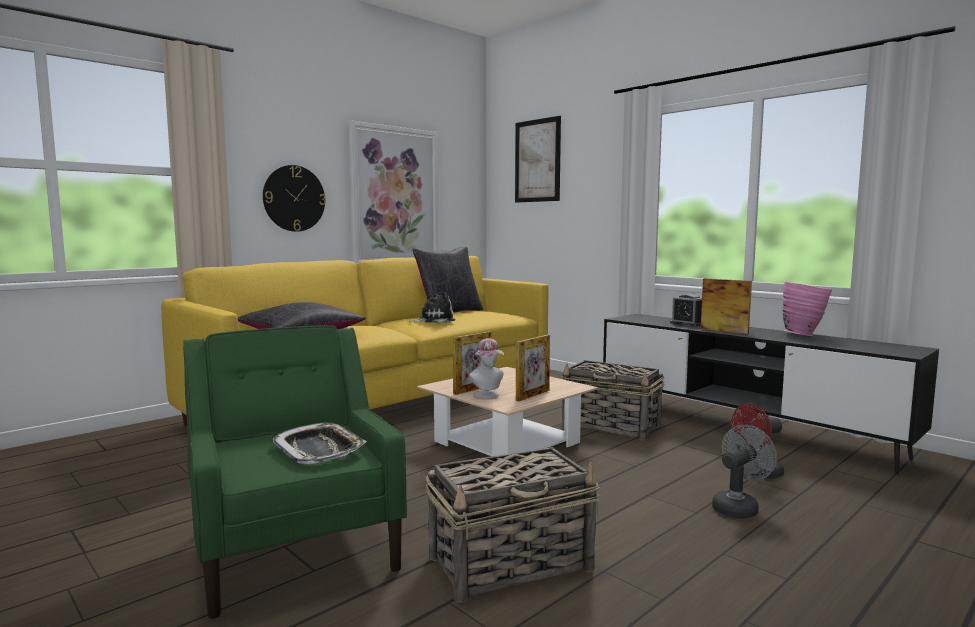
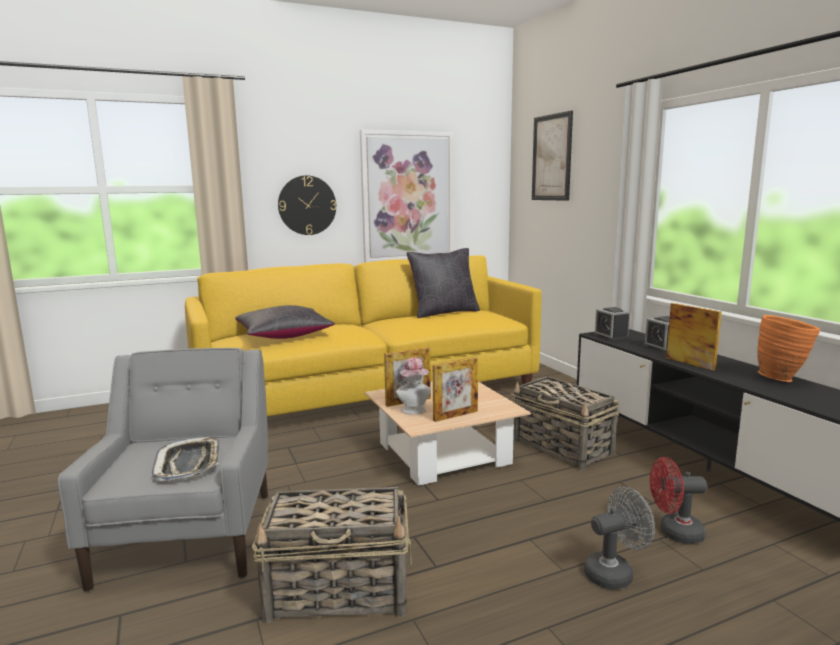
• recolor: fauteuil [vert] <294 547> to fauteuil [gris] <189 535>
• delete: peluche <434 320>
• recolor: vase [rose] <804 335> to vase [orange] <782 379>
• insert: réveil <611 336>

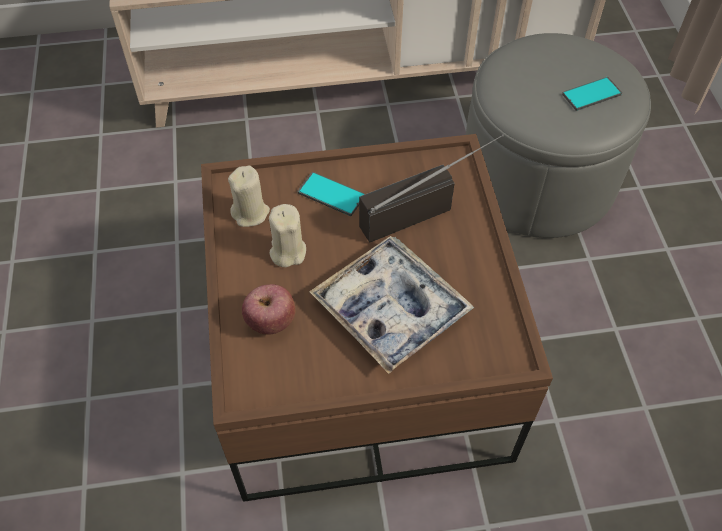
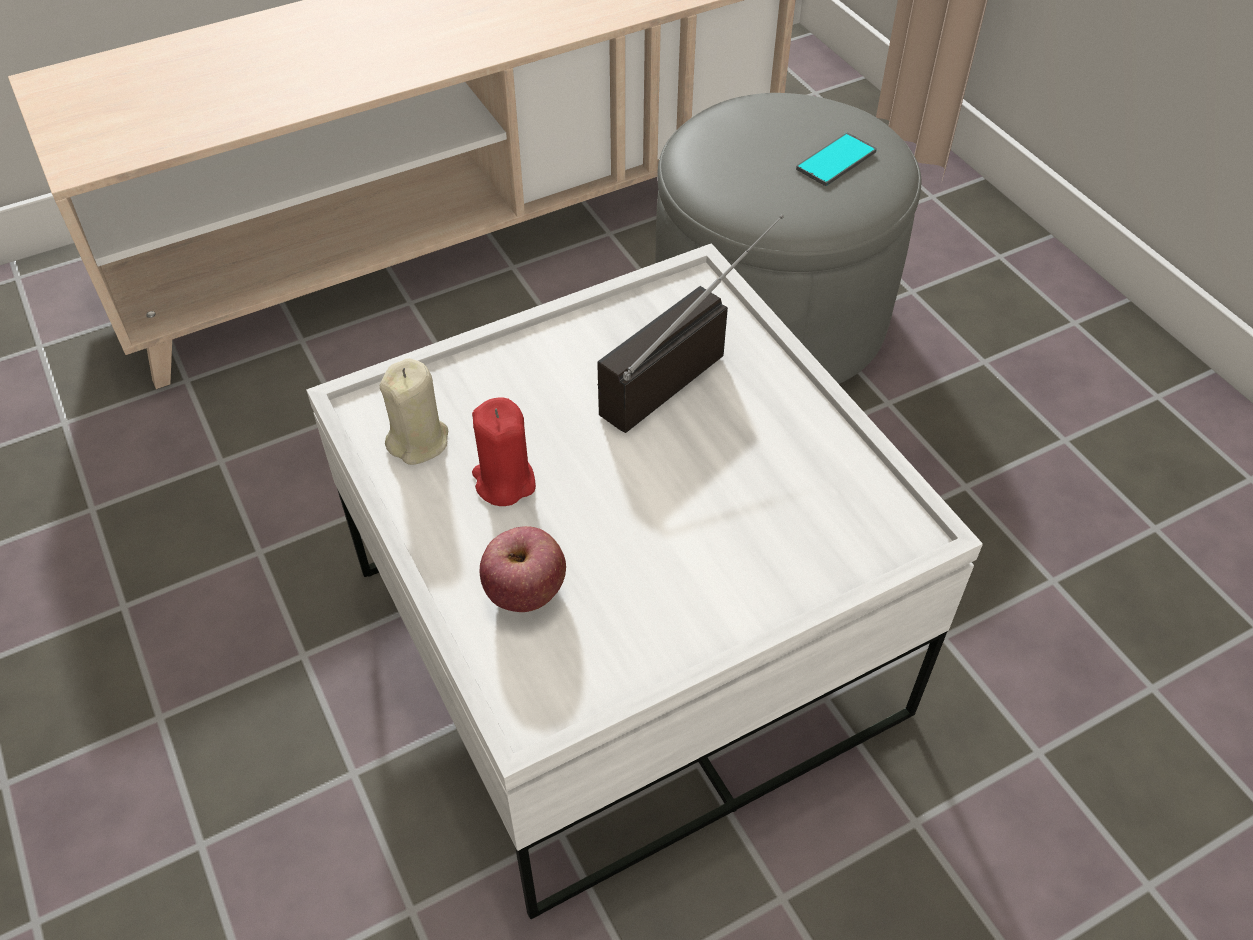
• recolor: table basse [marron] <361 360> to table basse [blanc] <627 641>
• recolor: bougie [beige] <287 252> to bougie [rouge] <504 481>
• delete: téléphone <331 194>
• delete: plateau <390 309>

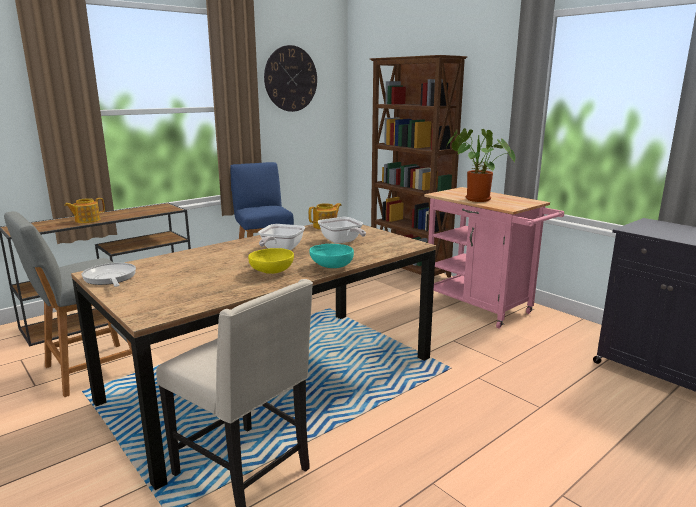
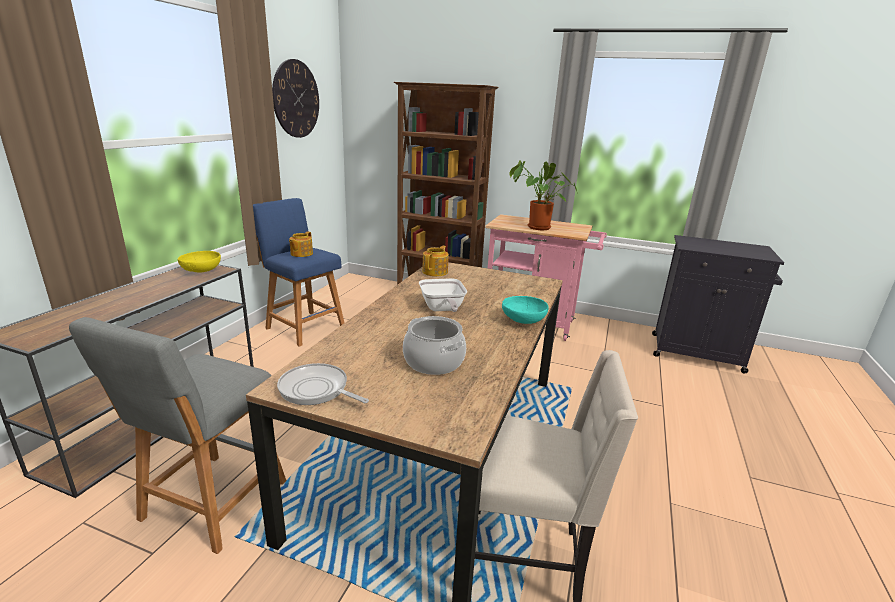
• move: théière <87 220> to <301 254>
• move: bol [jaune] <271 272> to <201 271>
• delete: poêle <342 242>
• insert: marmite <434 361>

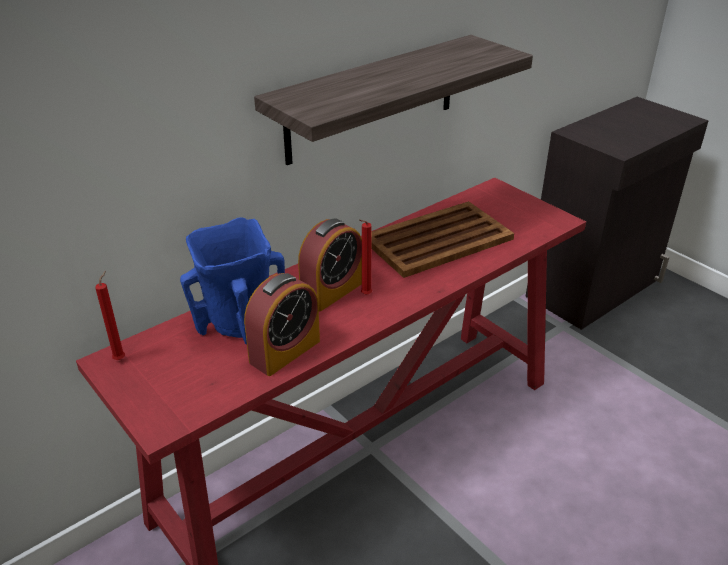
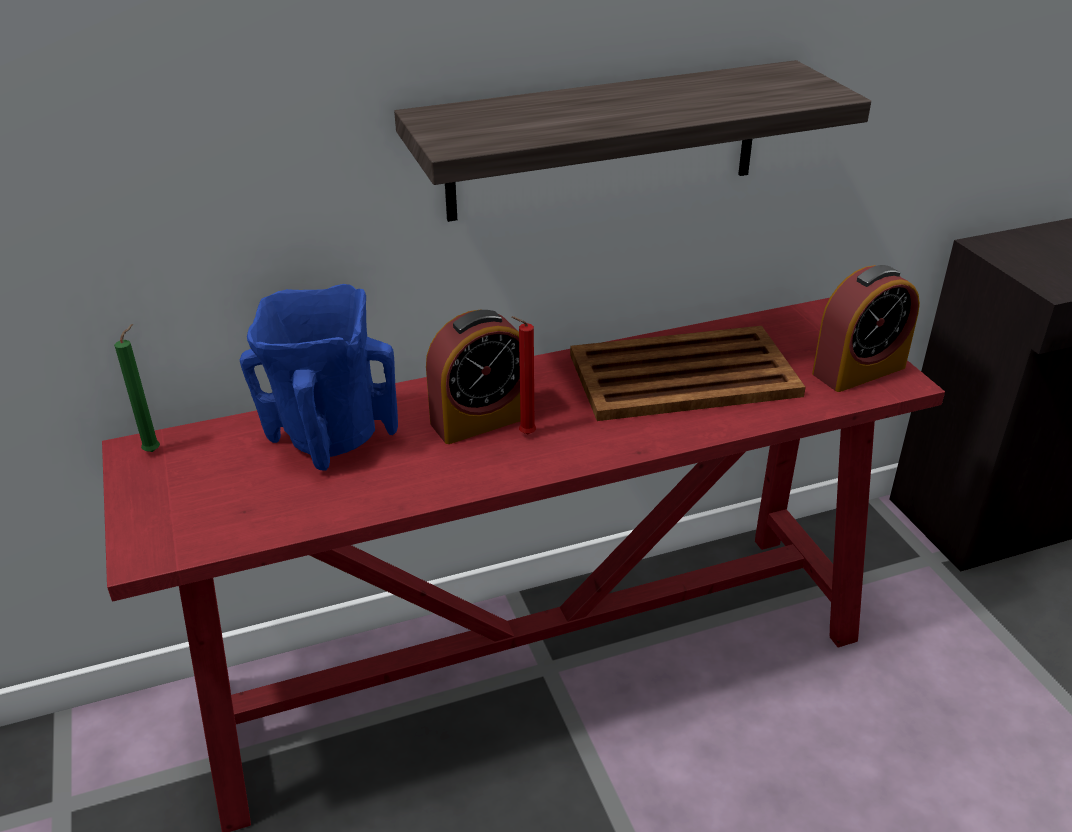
• recolor: bougie [rouge] <121 358> to bougie [vert] <155 450>
• move: réveil <285 351> to <858 370>

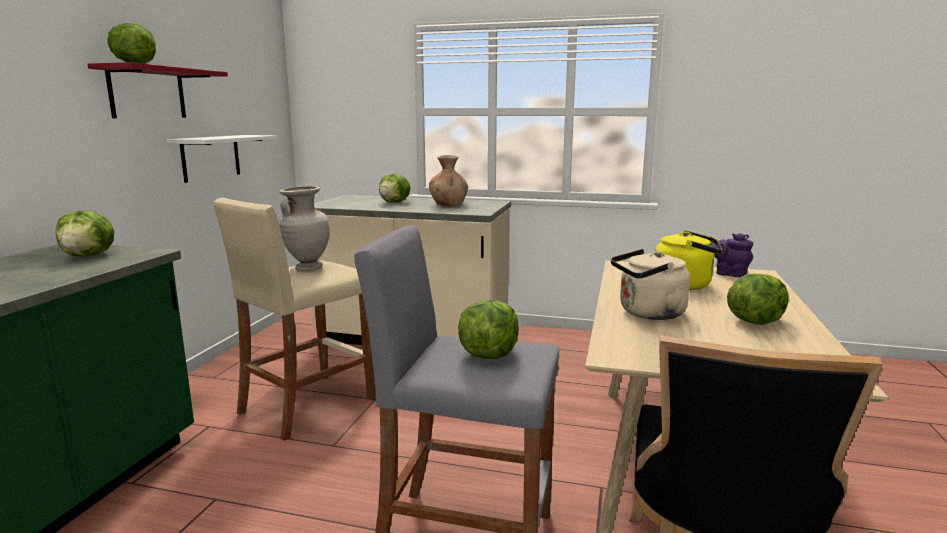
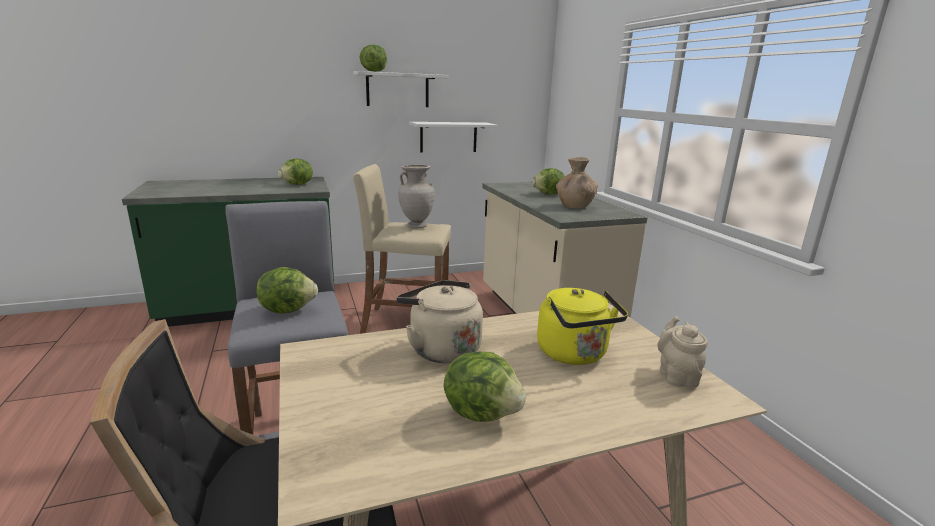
• recolor: étagère [rouge] <147 93> to étagère [blanc] <397 90>
• recolor: théière [violet] <728 273> to théière [beige] <676 375>

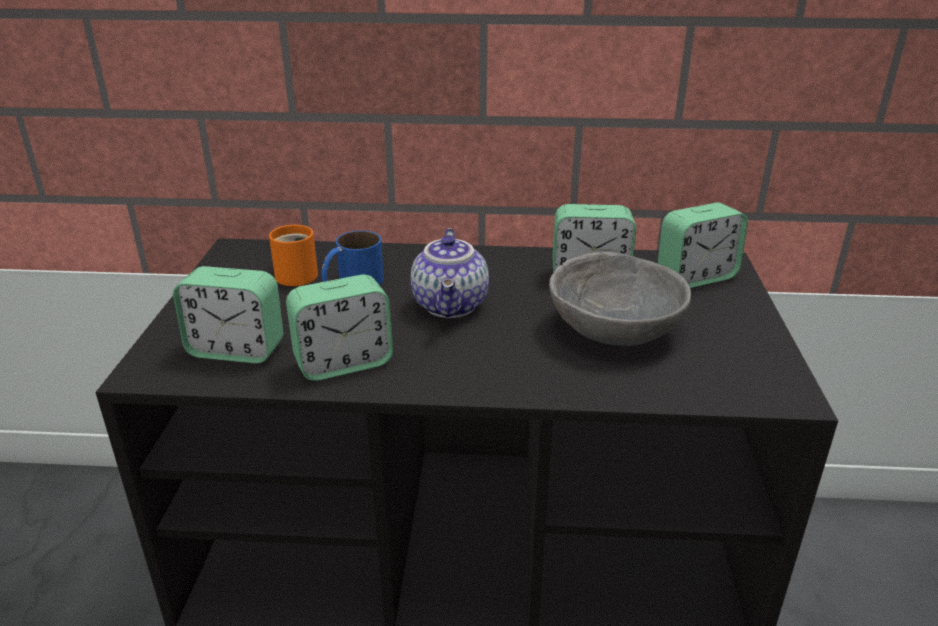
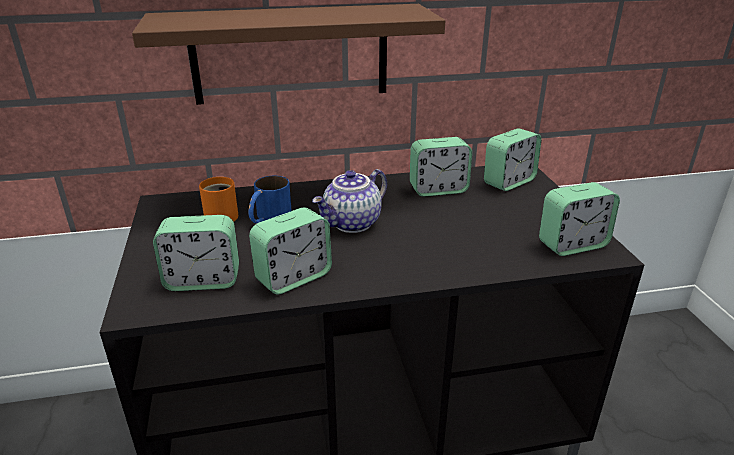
• rotate: théière <452 306> = <352 224> 60 degrees clockwise
• delete: bol [gris] <614 327>
• insert: étagère [marron] <290 54>
• insert: réveil <572 244>

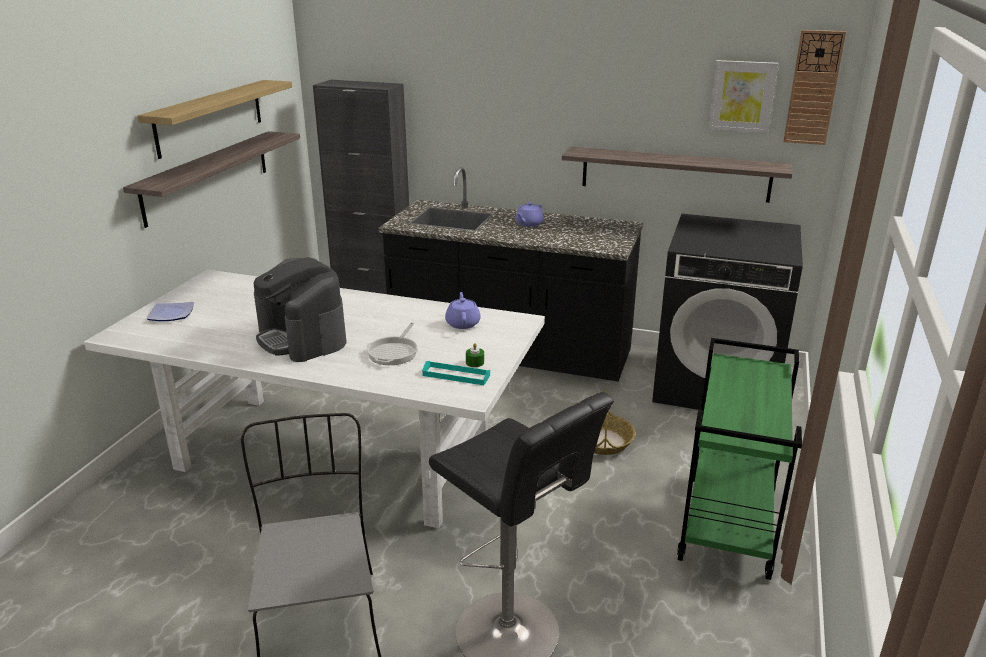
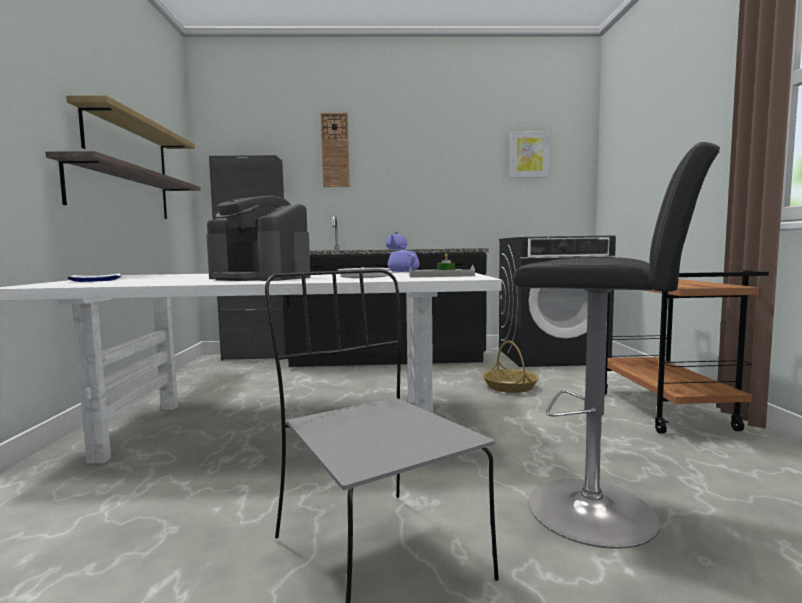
• recolor: plateau [turquoise] <456 375> to plateau [gris] <441 276>
• delete: étagère <675 174>
• recolor: chariot [vert] <728 526> to chariot [marron] <664 411>
• move: horloge murale <813 88> to <335 150>

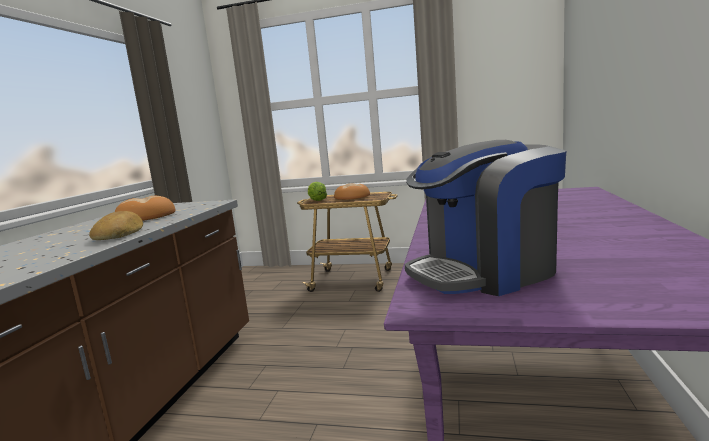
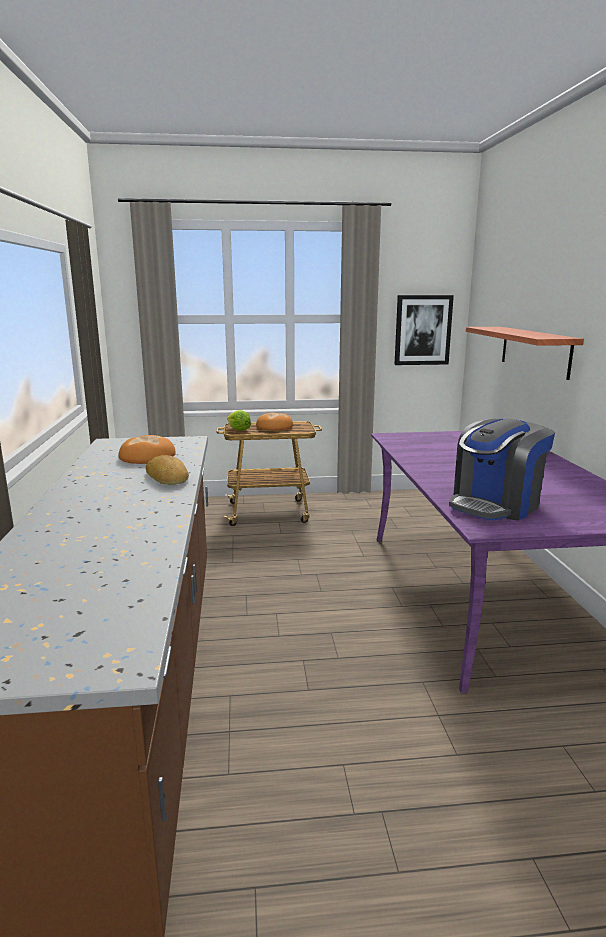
• insert: tableau <423 330>
• insert: étagère <534 350>

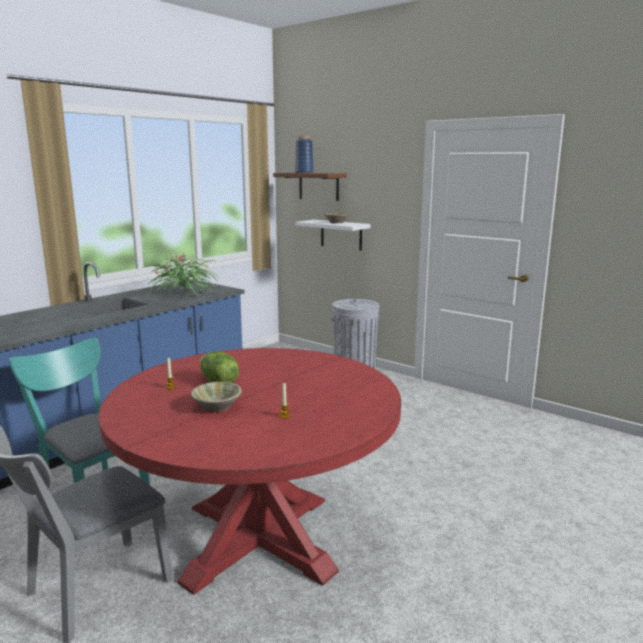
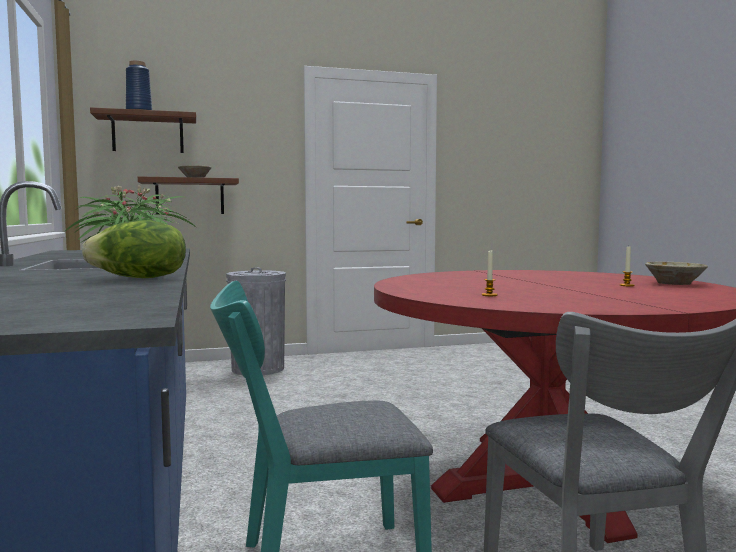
• move: bol [beige] <217 407> to <675 283>
• move: laitue <218 382> to <139 278>
• recolor: étagère [blanc] <341 235> to étagère [marron] <190 196>

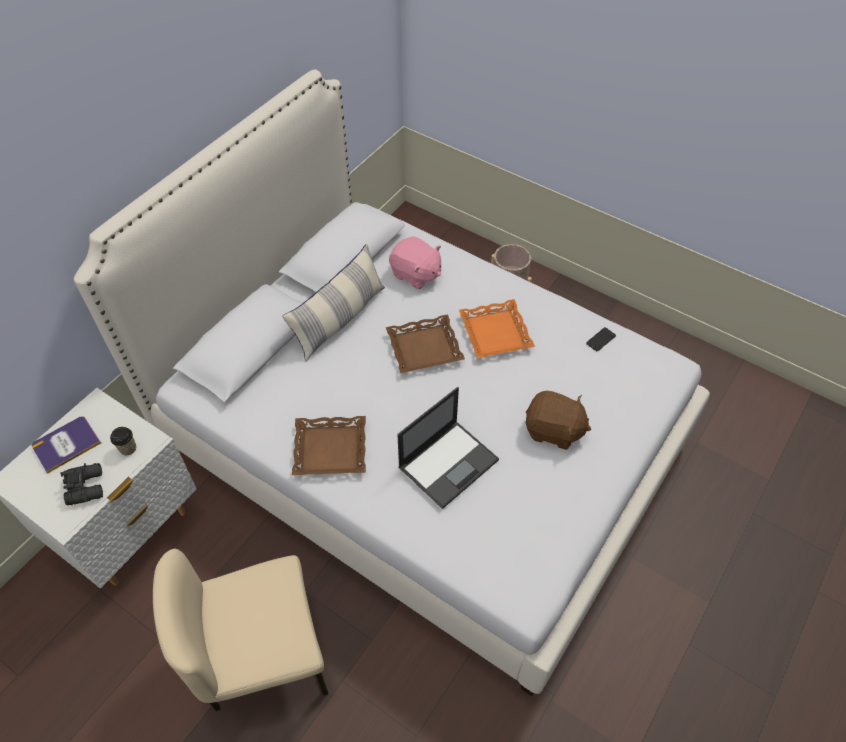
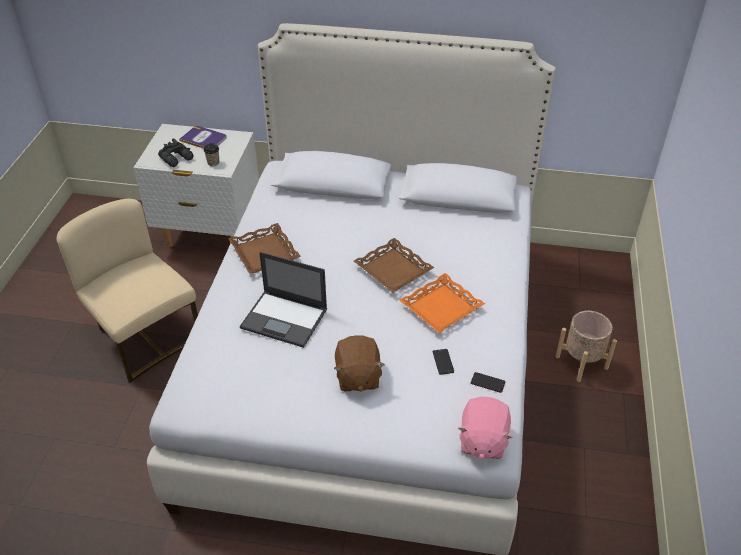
• delete: coussin <340 319>
• move: peluche [rose] <415 274> to <482 440>
• insert: téléphone <443 362>

